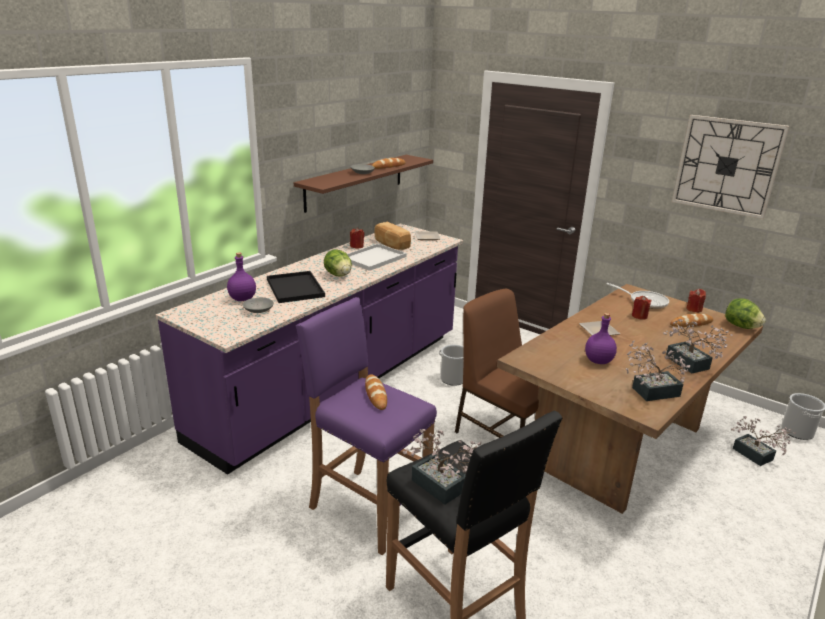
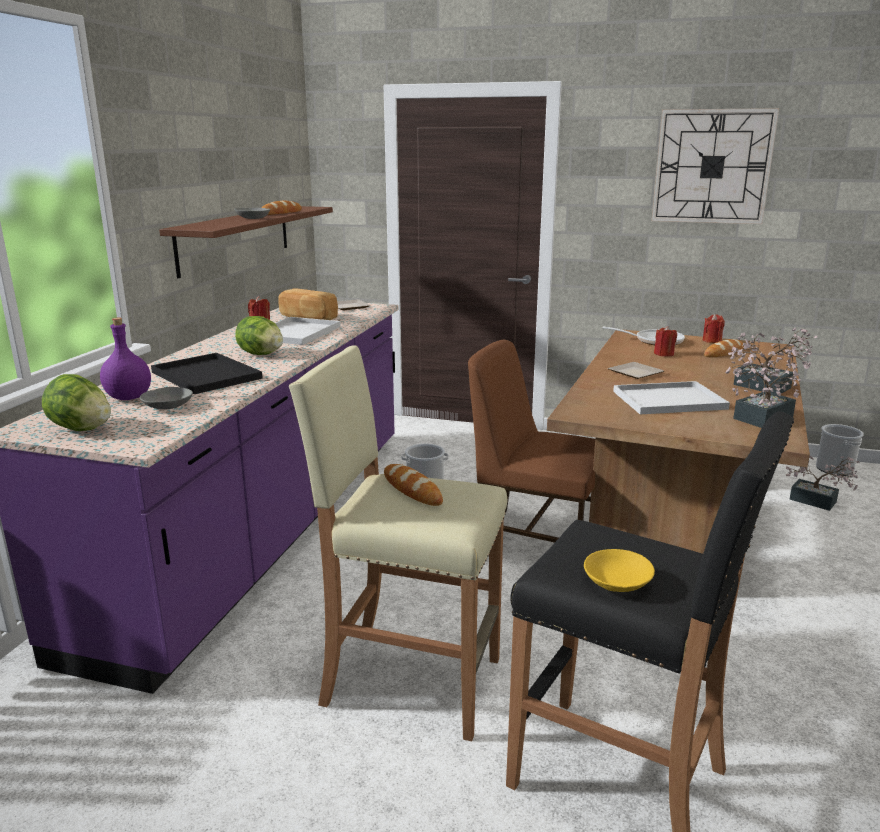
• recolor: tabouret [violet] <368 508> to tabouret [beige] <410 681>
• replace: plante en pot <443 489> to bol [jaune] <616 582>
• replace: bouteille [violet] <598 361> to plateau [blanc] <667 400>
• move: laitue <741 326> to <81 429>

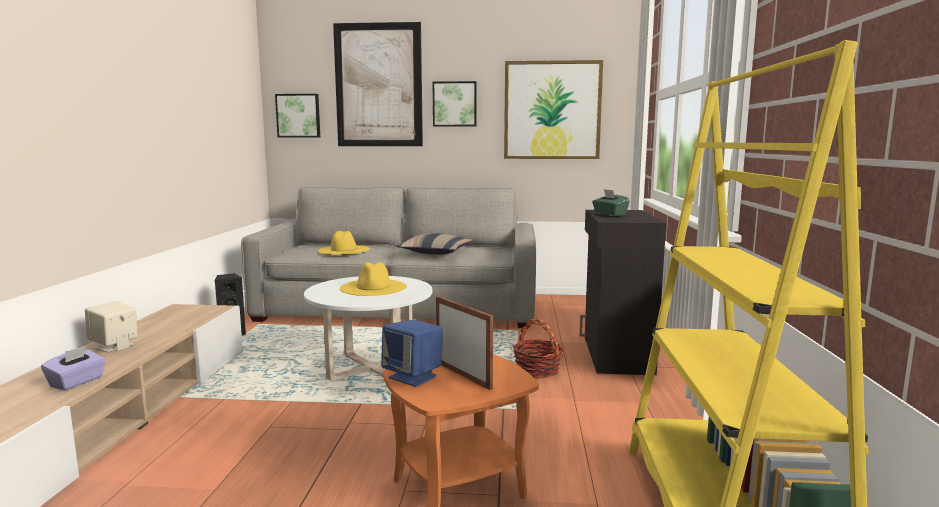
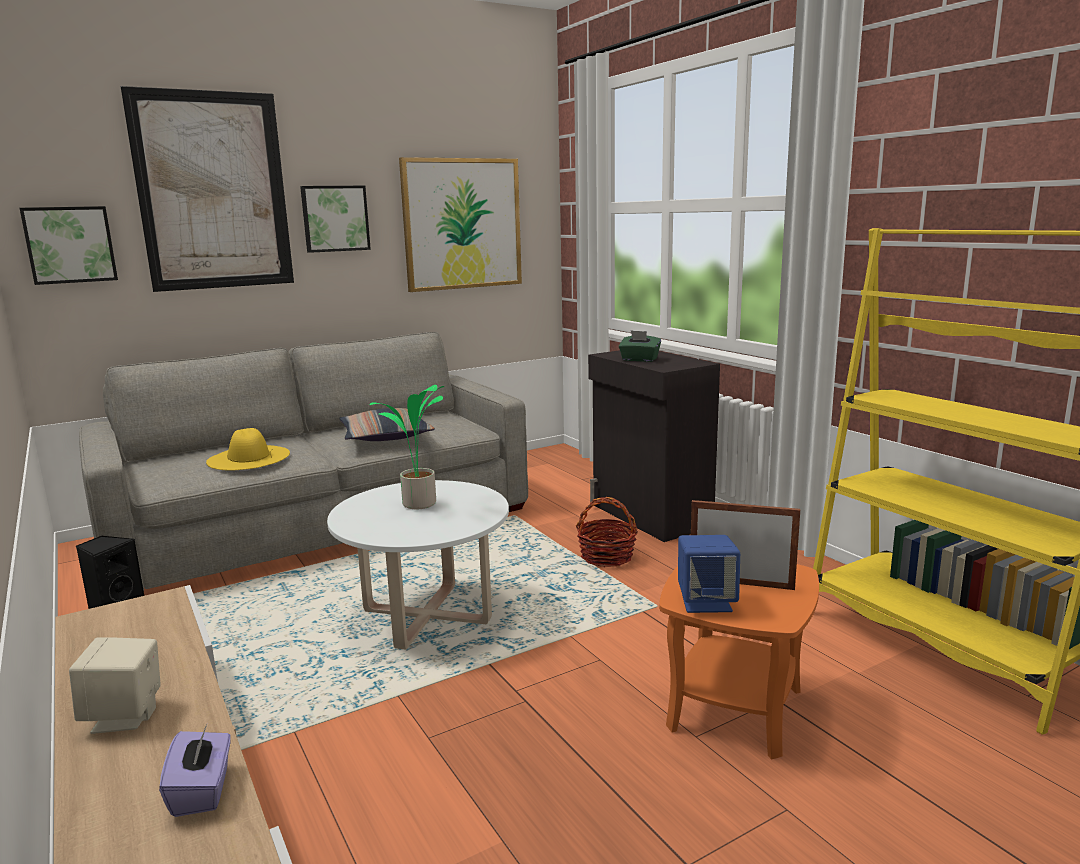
• replace: chapeau [jaune] <373 287> to plante en pot <419 505>

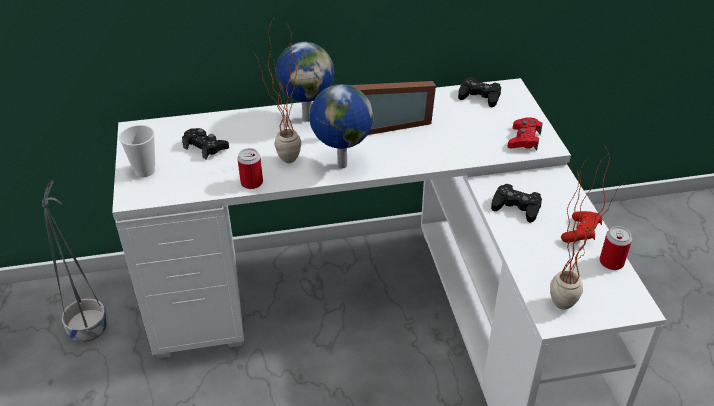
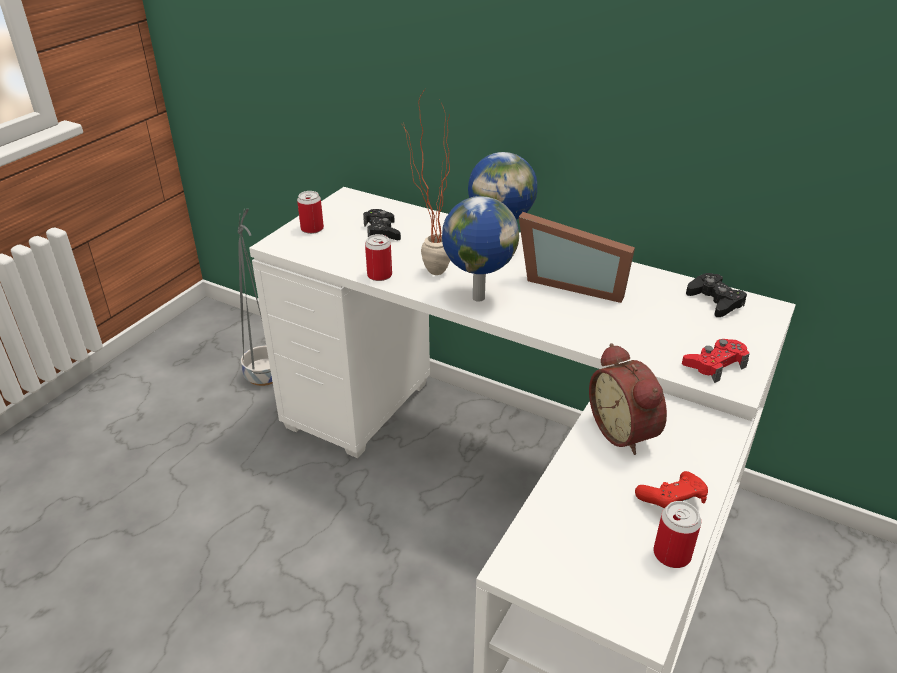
• replace: tasse <145 171> to boîte métallique <312 229>
• replace: manette [noir] <516 207> to réveil <625 431>
• delete: plante en pot <569 300>

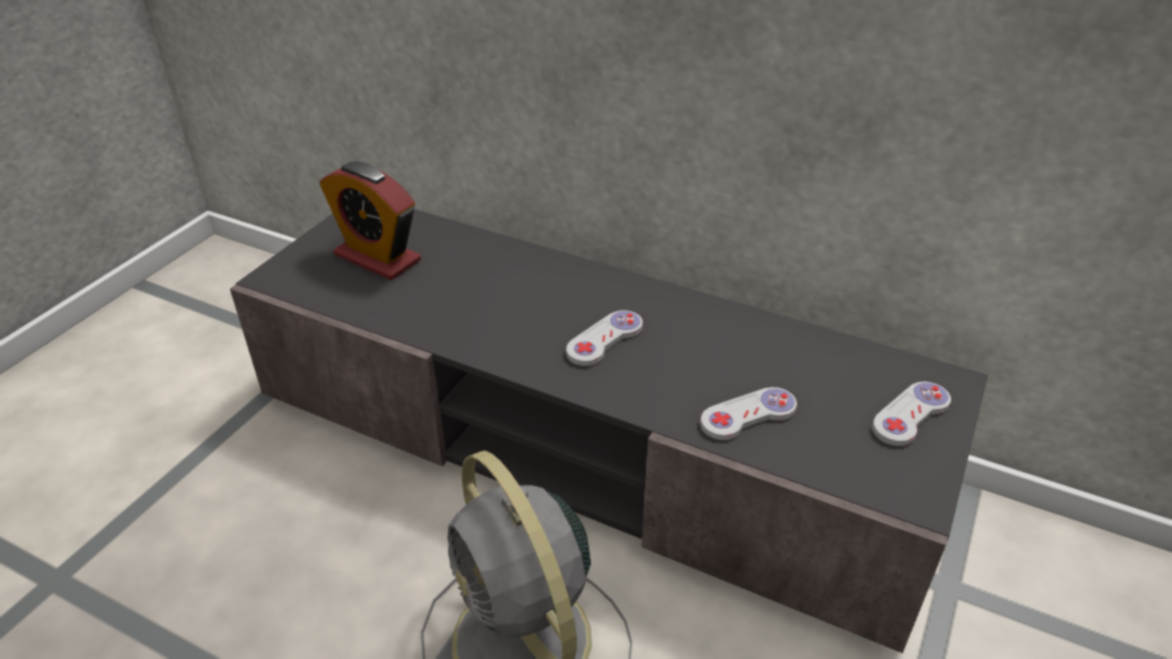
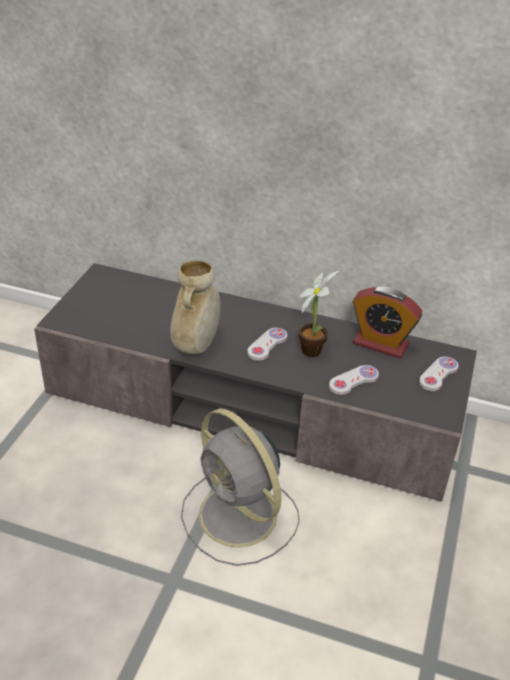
• move: réveil <377 258> to <380 344>
• insert: vase [beige] <196 346>
• insert: plante en pot <312 348>

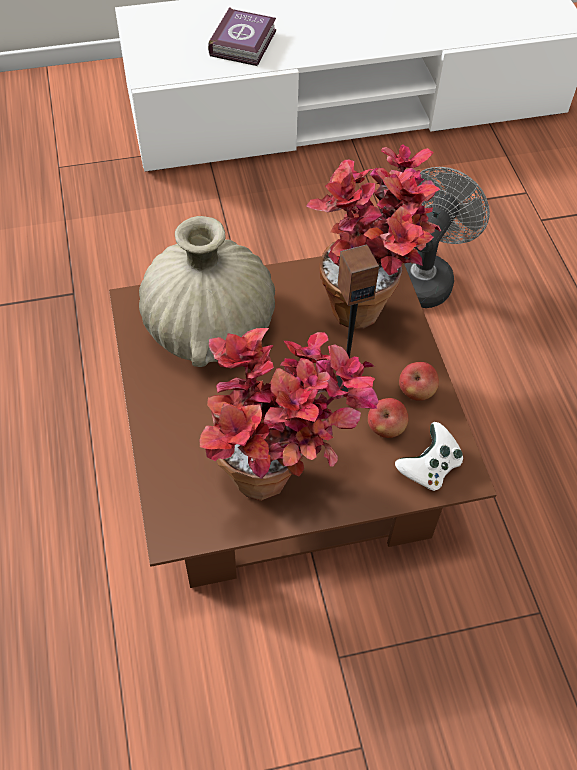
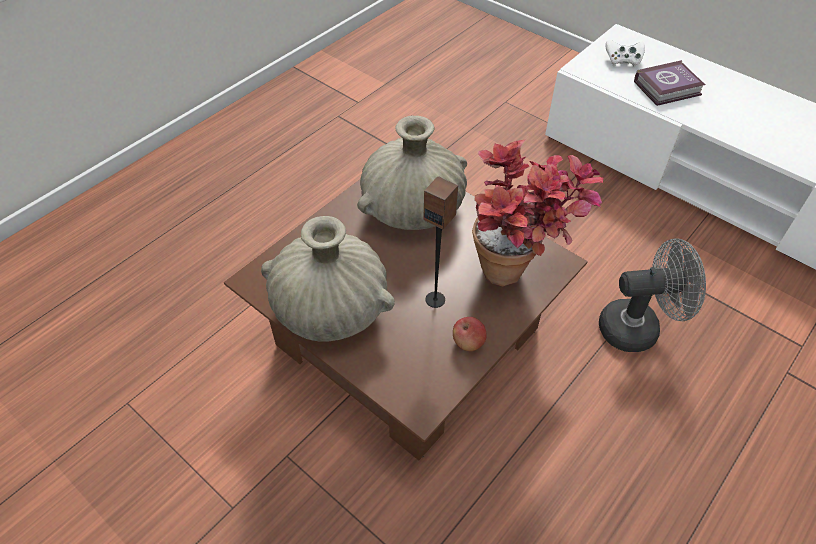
• replace: plante en pot <282 480> to vase [beige] <331 310>
• delete: pomme <386 428>
• move: manette [blanc] <429 468> to <622 61>

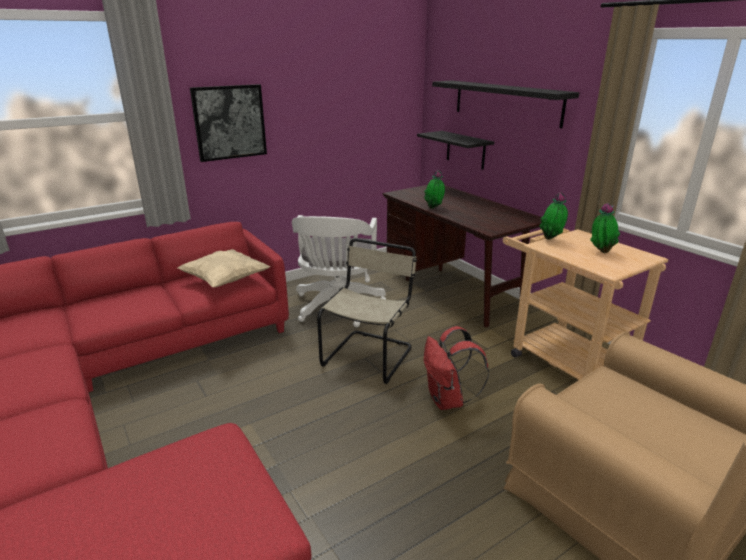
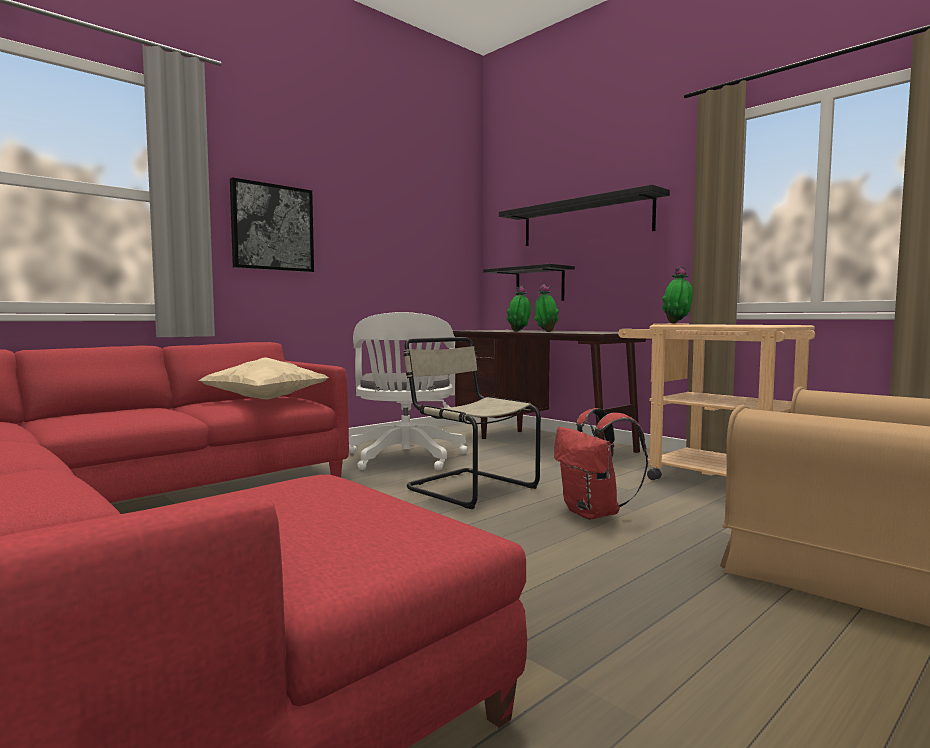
• rotate: chaise [beige] <369 355> = <467 488> 60 degrees counterclockwise
• move: plante en pot <600 252> to <545 332>

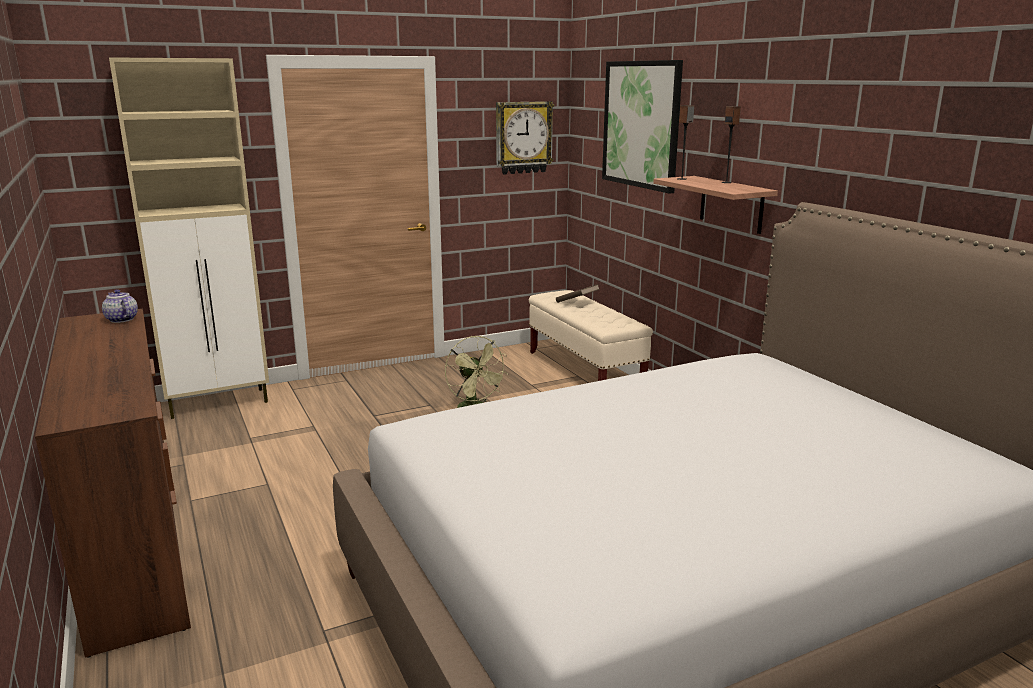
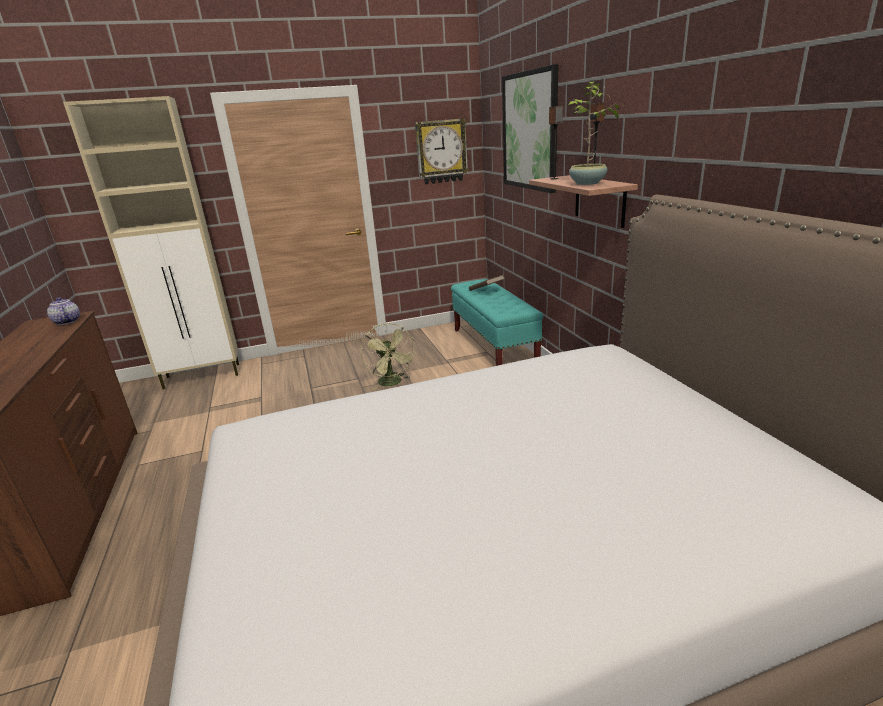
• recolor: banc [beige] <585 371> to banc [turquoise] <494 347>
• insert: plante en pot <587 183>

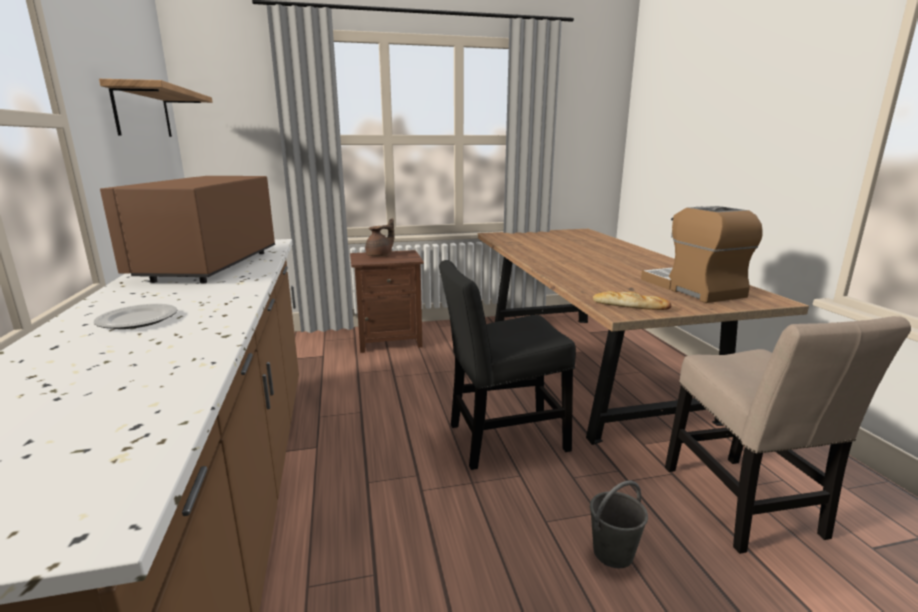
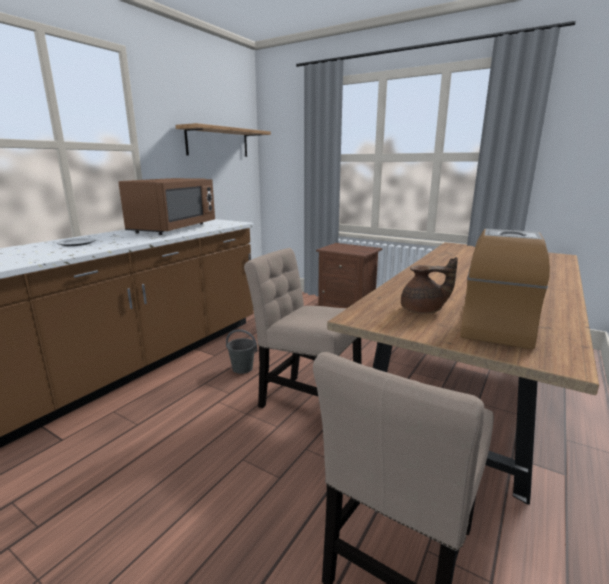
• rotate: micro-ondes [marron] <209 265> = <173 228> 150 degrees clockwise
• move: théière [marron] <380 255> to <423 310>
• recolor: chaise [noir] <501 439> to chaise [beige] <306 401>
• move: seau [gris] <613 552> to <243 368>
• delete: pain <630 305>

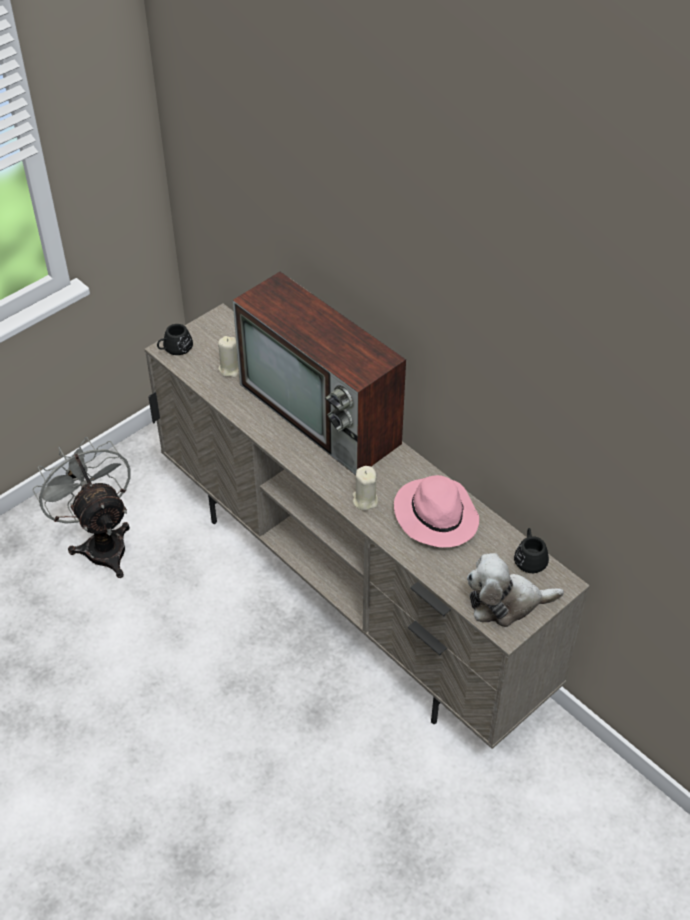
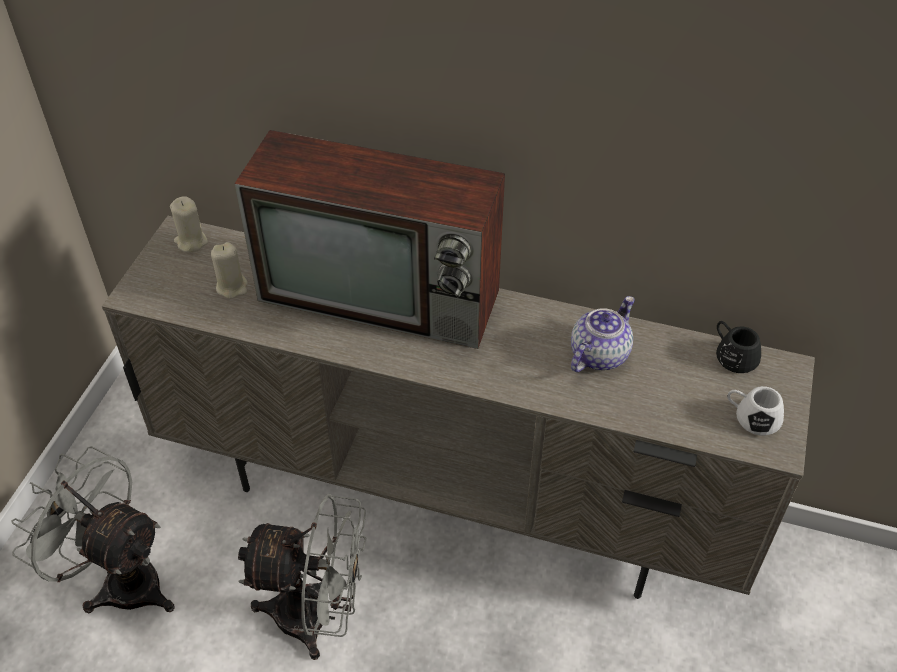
• delete: mug [noir] <175 348>
• move: bougie [beige] <364 500> to <191 242>
• replace: chapeau [rose] <435 515> to théière <598 354>
• replace: peluche <506 602> to mug [blanc] <751 417>
• insert: ventilateur [gris] <318 616>

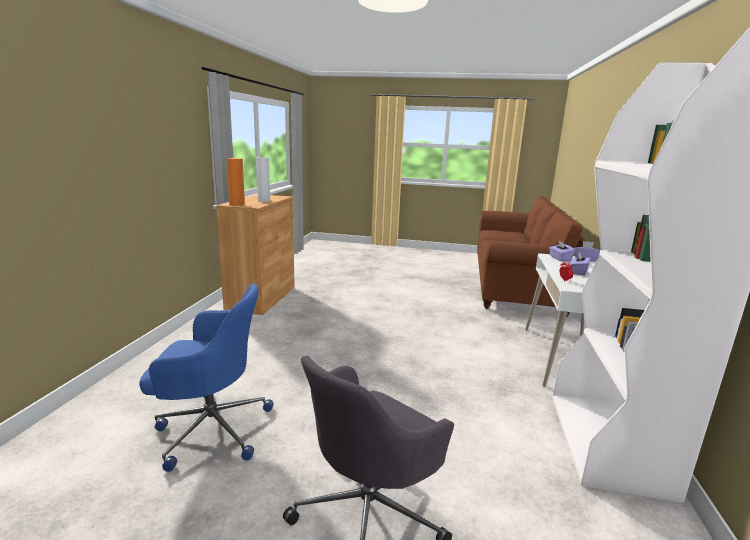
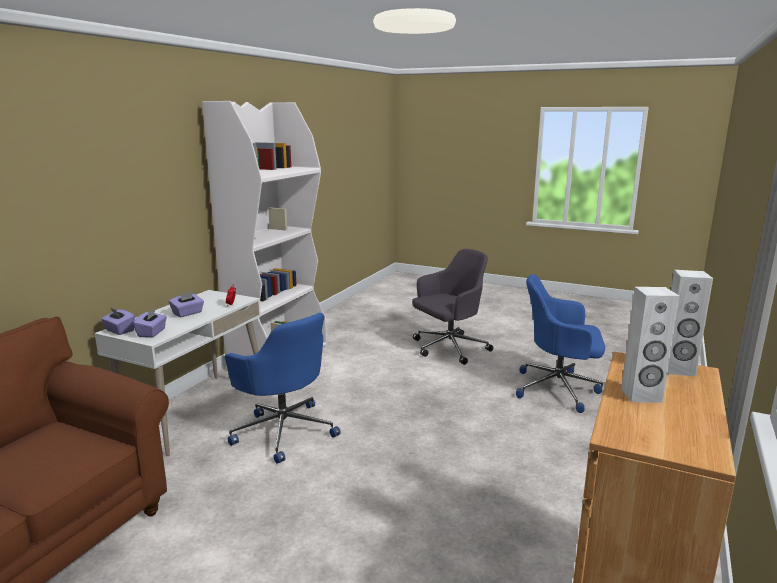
• recolor: enceinte [orange] <237 204> to enceinte [blanc] <677 370>
• insert: chaise de bureau [bleu] <283 430>

